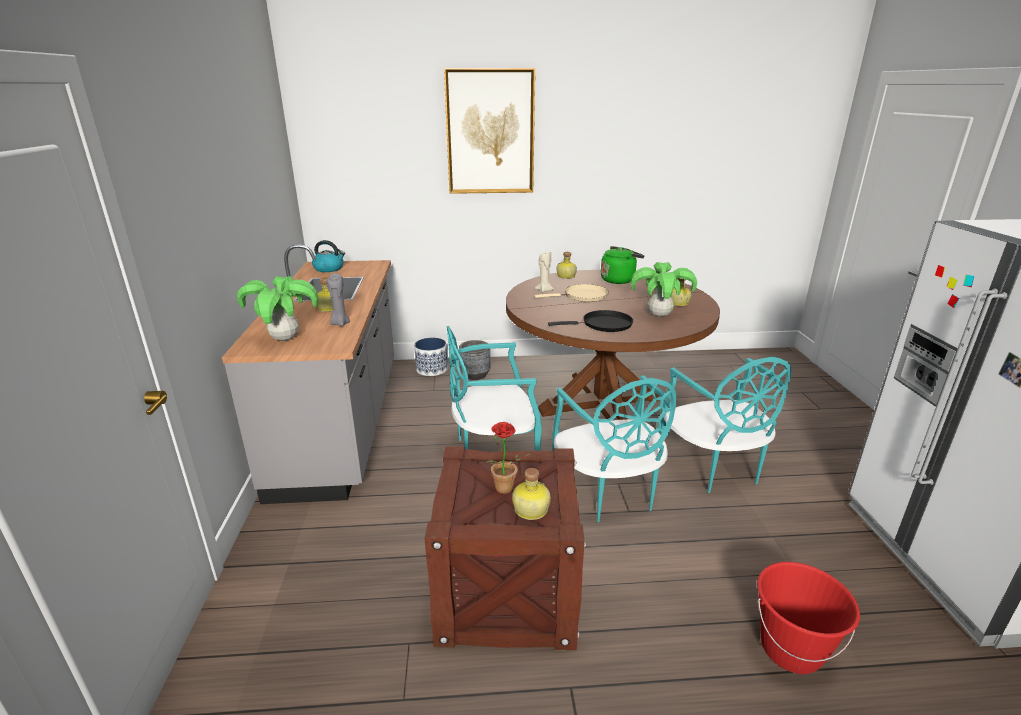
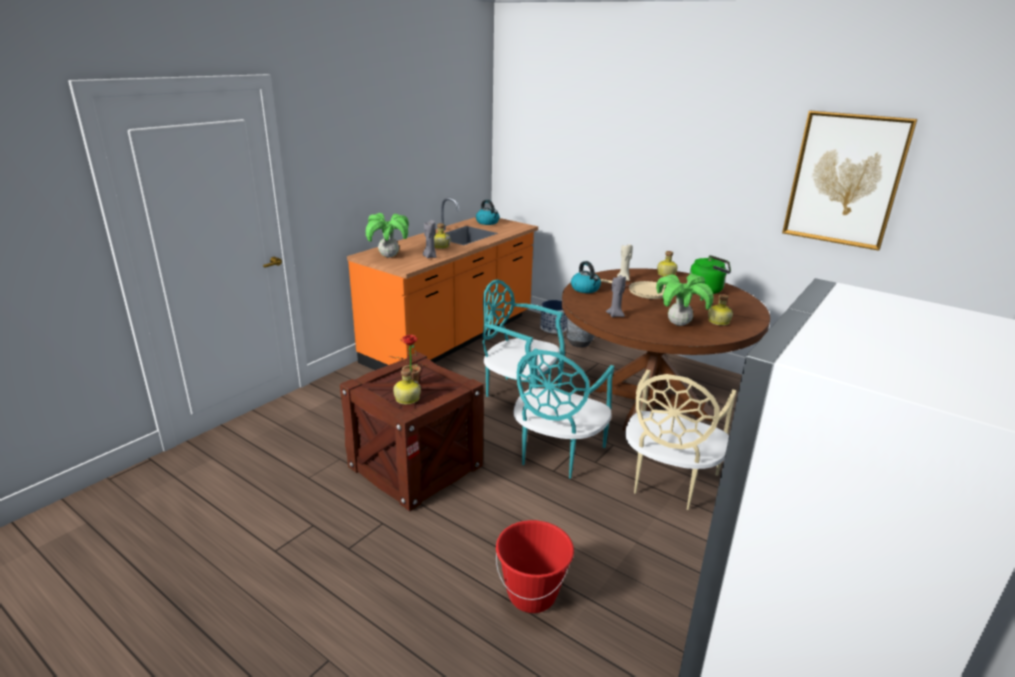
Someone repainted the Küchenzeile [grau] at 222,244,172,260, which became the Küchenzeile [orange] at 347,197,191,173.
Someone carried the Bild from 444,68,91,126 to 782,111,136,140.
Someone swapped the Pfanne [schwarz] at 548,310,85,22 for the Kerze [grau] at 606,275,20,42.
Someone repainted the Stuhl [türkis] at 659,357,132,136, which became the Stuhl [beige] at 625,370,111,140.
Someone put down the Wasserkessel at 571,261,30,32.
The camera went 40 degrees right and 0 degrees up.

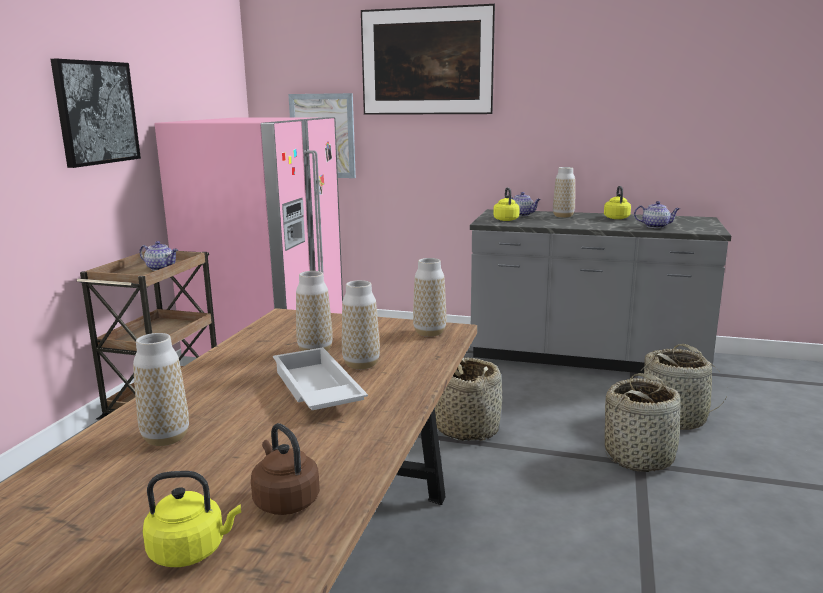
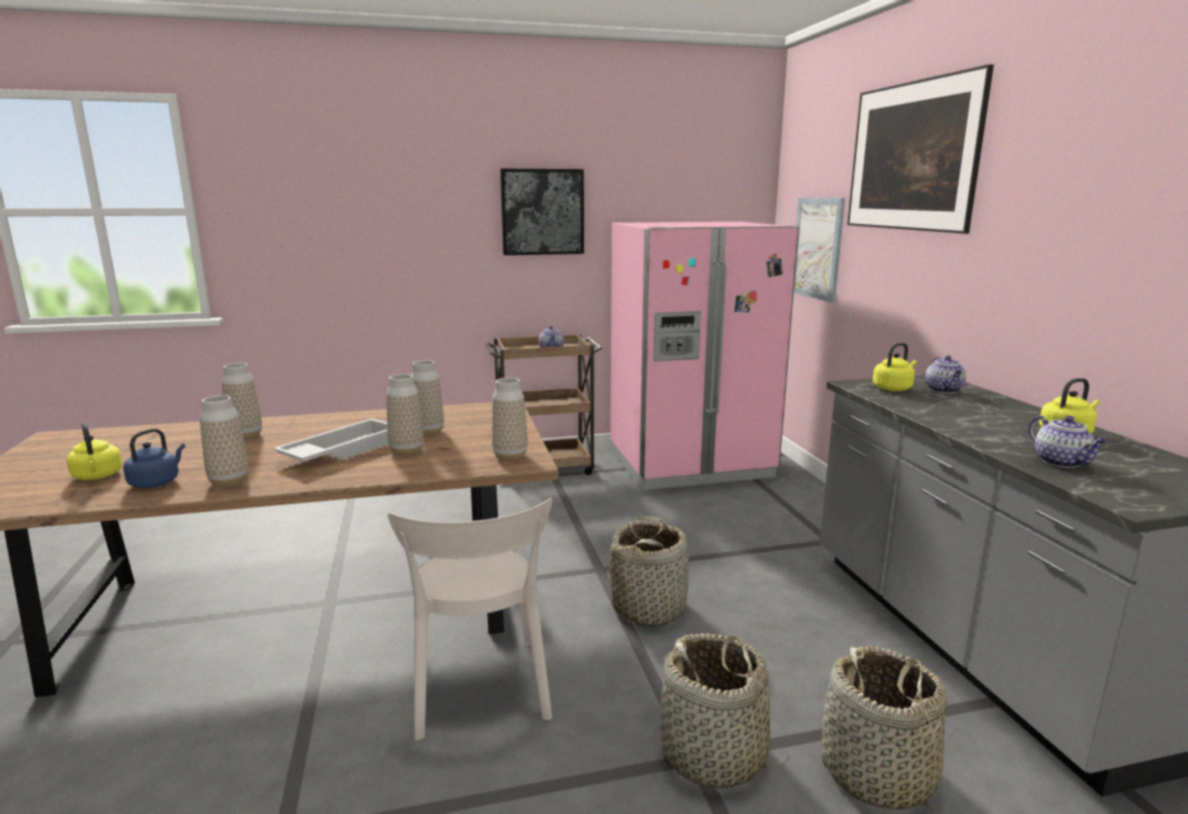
Someone repainted the Wasserkessel [braun] at 251,423,69,92, which became the Wasserkessel [blau] at 123,428,62,60.
Someone carried the Vase from 553,167,22,51 to 200,395,49,92.
Someone put down the Stuhl [beige] at 388,498,164,242.
The camera went 60 degrees right and 0 degrees up.

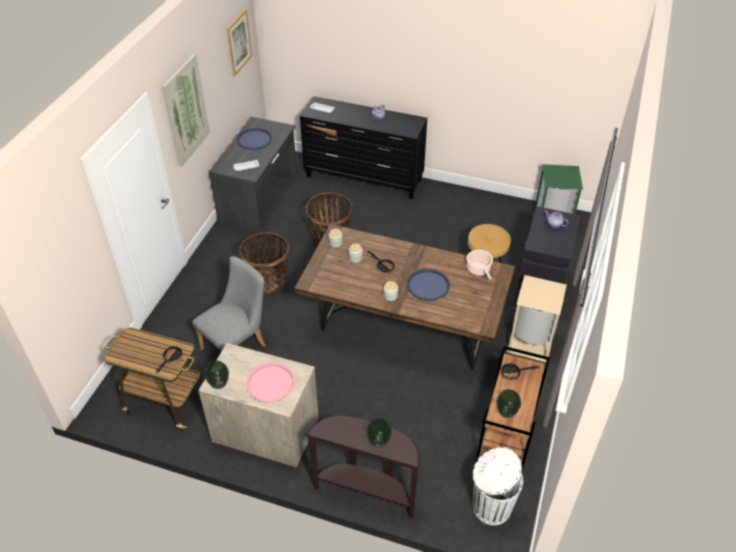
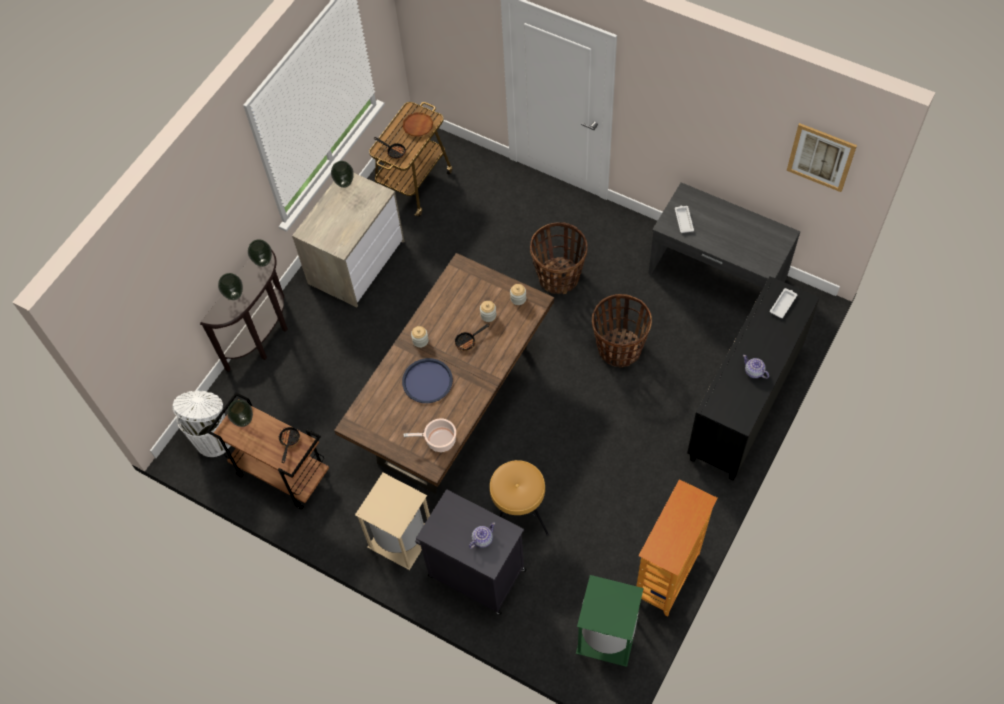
Someone took away the Bild at 162,54,48,112.
Someone took away the Stuhl [grau] at 192,256,73,96.
Someone took away the Tablett [blau] at 237,128,35,22.
Someone took away the Tablett [rosa] at 246,362,49,41.
Someone put down the Vase at 248,239,24,28.
Someone put down the Teller [braun] at 403,113,30,24.
Someone put down the Bücherregal at 636,479,82,138.
The camera went 105 degrees right and 15 degrees up.

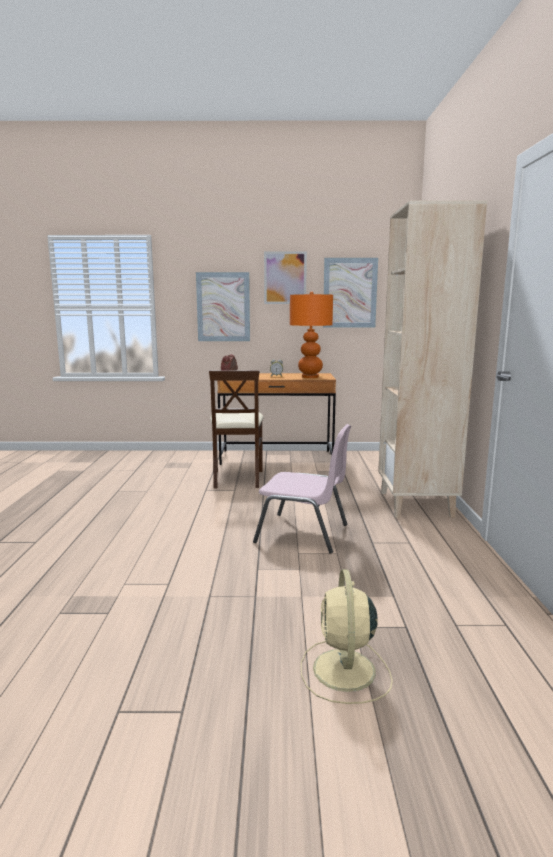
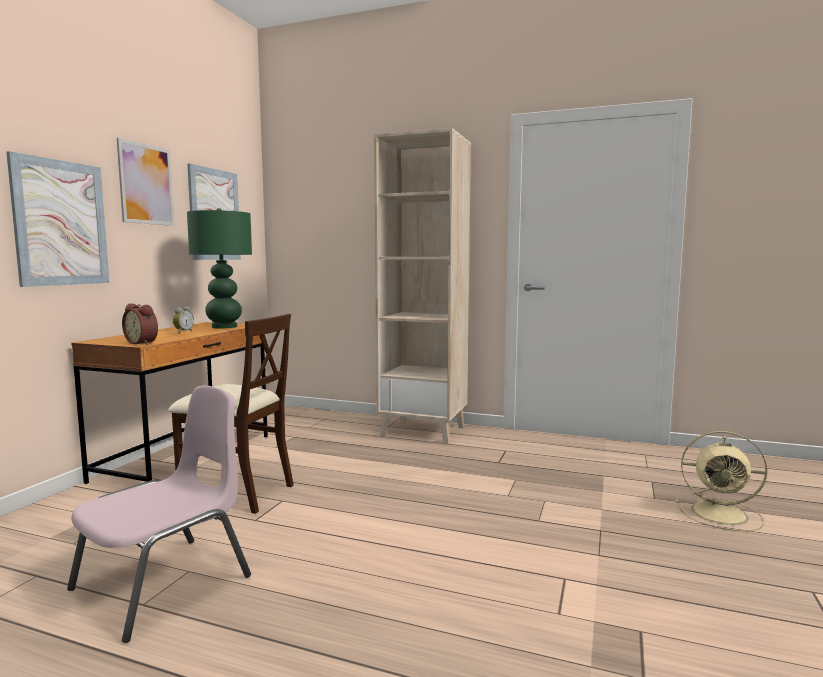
Someone carried the Stuhl [rosa] from 253,424,98,130 to 67,385,184,258.
Someone repainted the Tischlampe [orange] at 290,292,43,86, which became the Tischlampe [grün] at 187,208,65,121.
The camera went 70 degrees left and 5 degrees down.

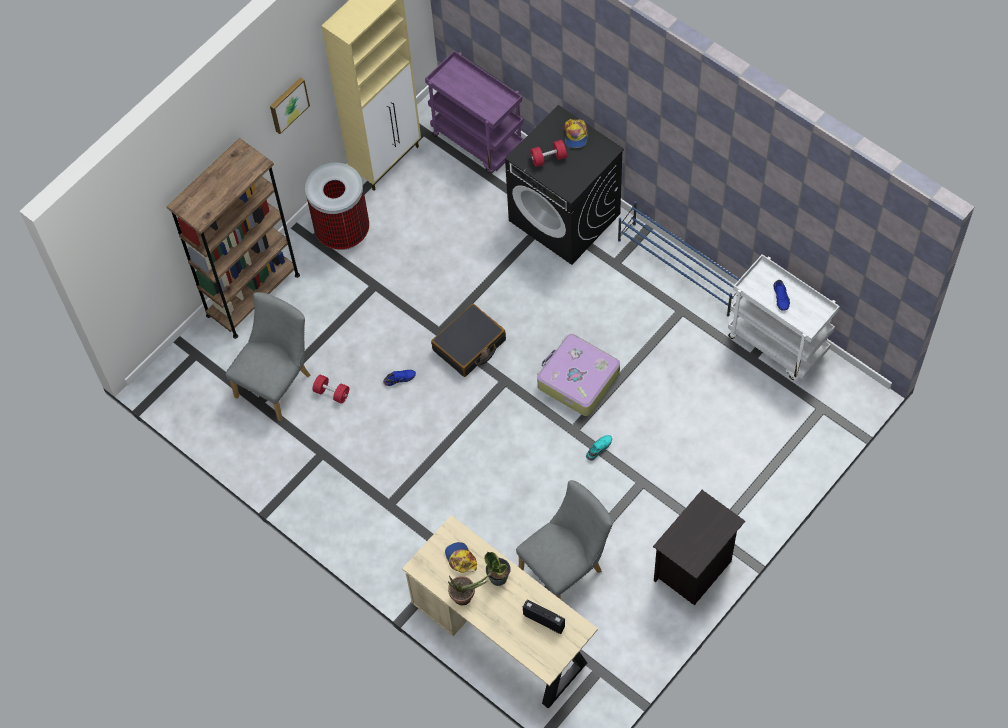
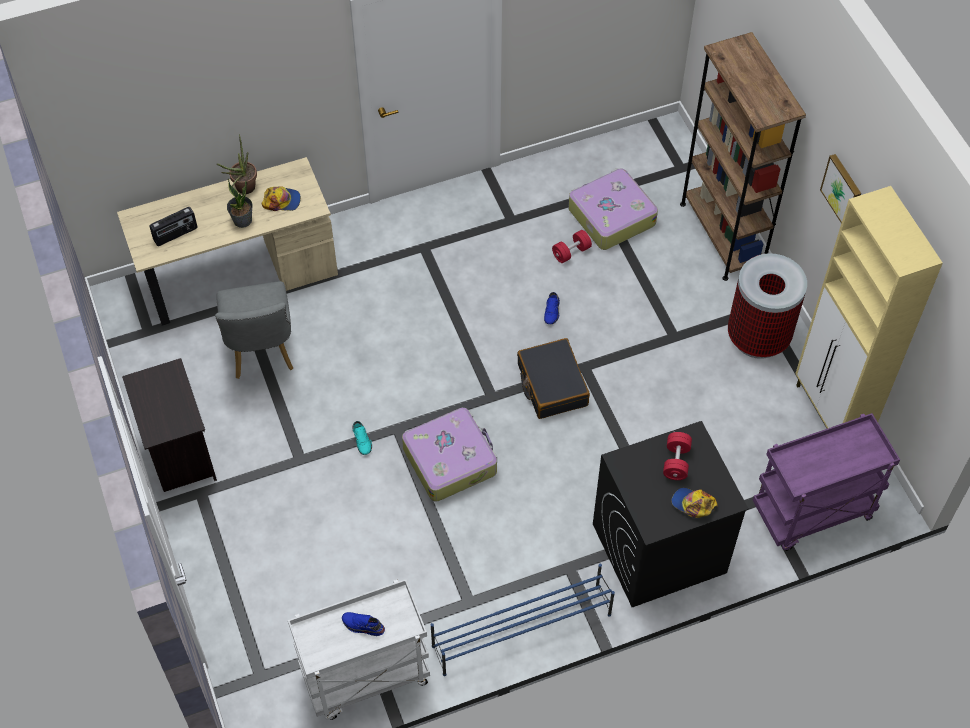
Someone swapped the Stuhl [grau] at 226,292,84,130 for the Koffer at 568,168,90,82.
The camera went 115 degrees right and 5 degrees down.

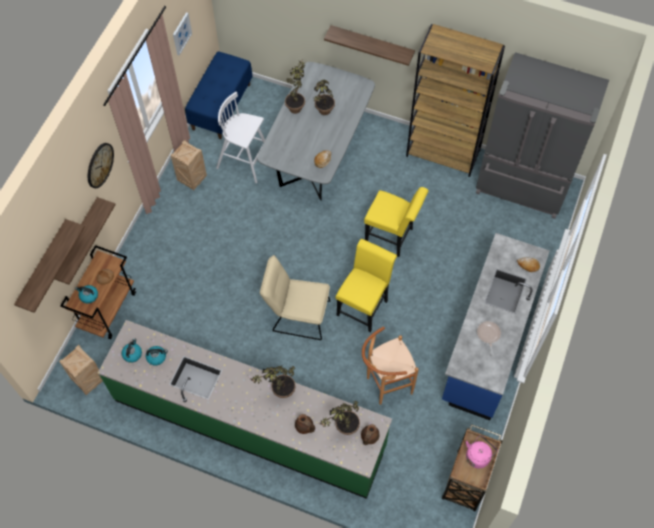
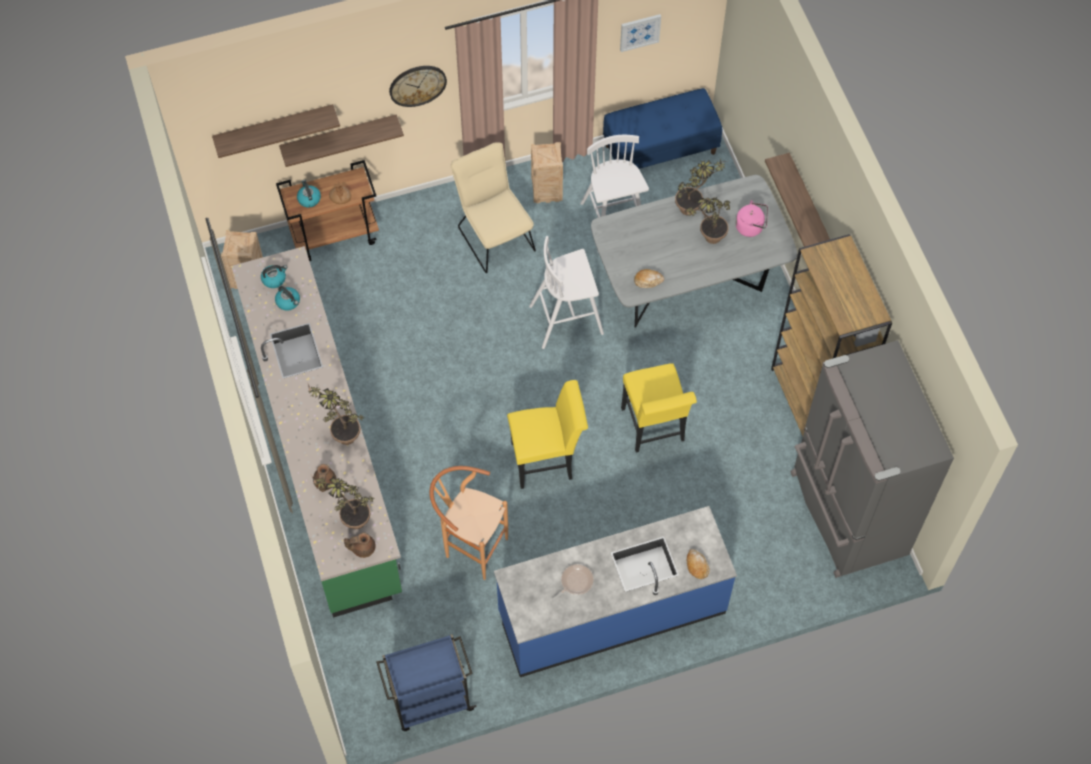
Someone carried the Stuhl [beige] from 260,255,70,85 to 451,142,85,131.
Someone repainted the Rollwagen [braun] at 442,424,61,87, which became the Rollwagen [blau] at 376,634,101,97.
Someone carried the Wasserkessel [rosa] from 466,435,32,33 to 736,200,32,37.
Someone put down the Hocker [weiß] at 529,236,75,113.
The camera went 50 degrees right and 0 degrees up.

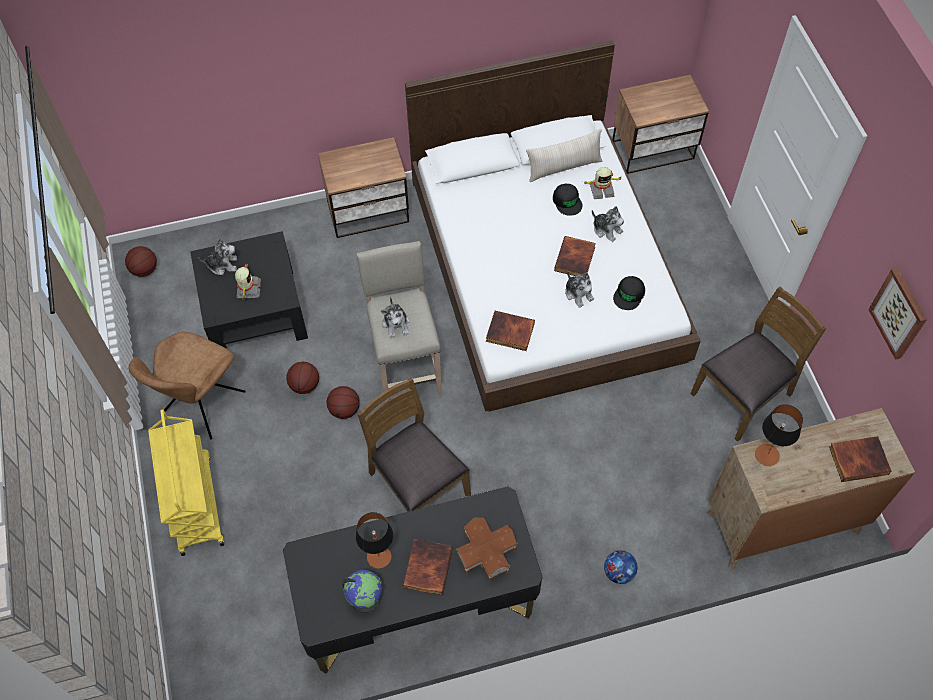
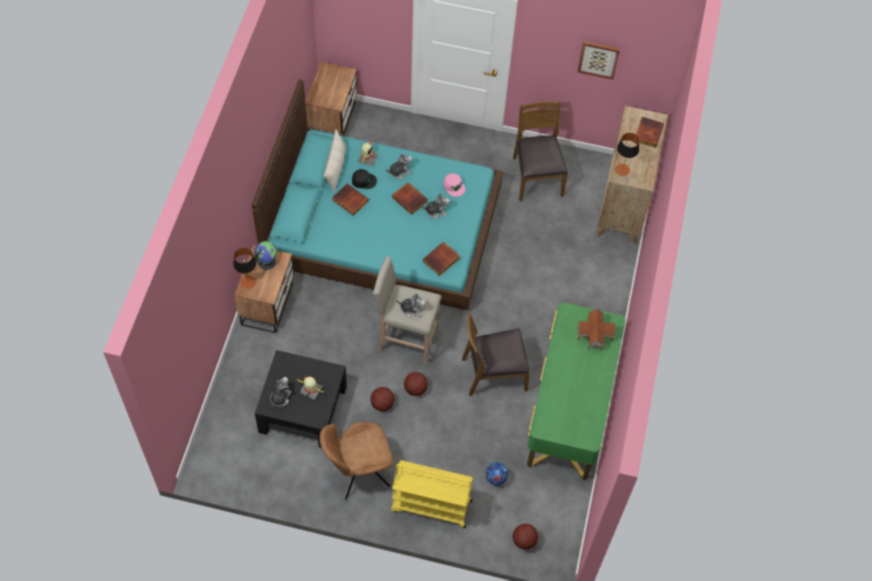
Someone carried the Basketball from 125,246,32,31 to 513,524,25,25.
Someone rotated the Stuhl [braun] at 128,332,118,107 by 105 degrees clockwise.
Someone repainted the Schreibtisch [schwarz] at 283,486,260,188, which became the Schreibtisch [grün] at 527,302,99,178.
Someone carried the Globus from 342,570,40,43 to 254,241,23,29.
Someone carried the Tischlampe from 356,512,37,57 to 233,248,23,41.
Someone carried the Buch from 403,539,50,56 to 332,184,37,32.
Someone repainted the Bett [weiß] at 405,40,296,372, which became the Bett [türkis] at 252,79,251,232.
Someone carried the Fußball from 604,550,34,34 to 486,463,23,23.
Someone repainted the Kappe [schwarz] at 613,276,32,34, which became the Kappe [rosa] at 443,173,22,24.
The camera went 65 degrees left and 0 degrees up.

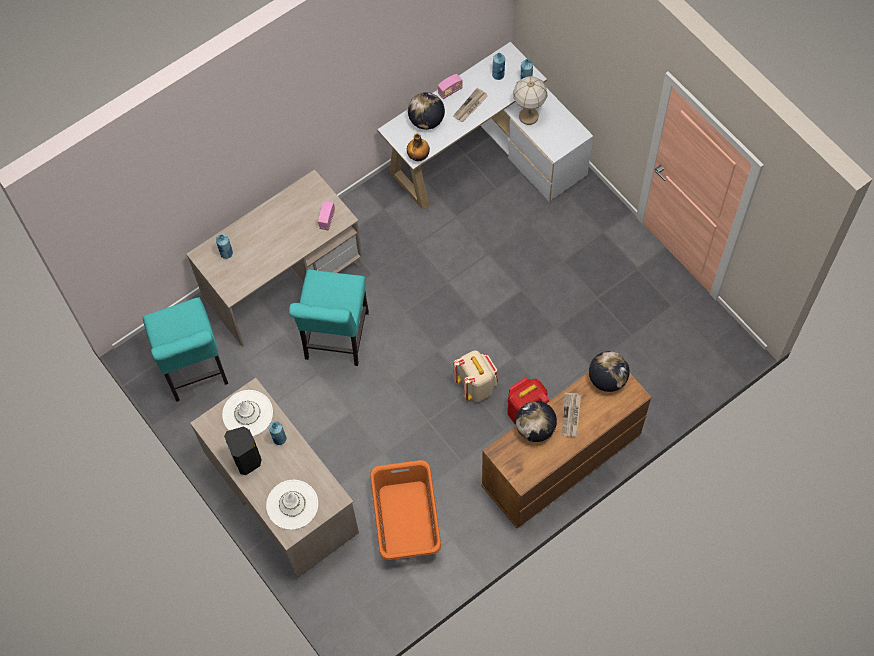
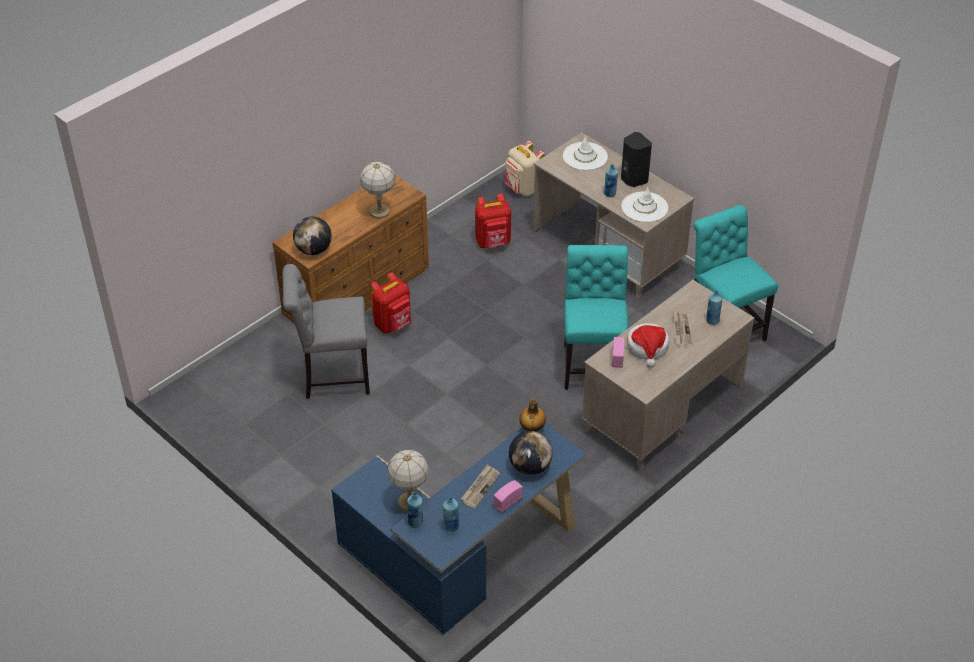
Someone swapped the Wäschekorb [orange] at 370,460,71,100 for the Rucksack [rot] at 475,194,36,54.
Someone repainted the Schreibtisch [weiß] at 377,42,216,168, which became the Schreibtisch [blau] at 331,424,256,211.
Someone carried the Rucksack [beige] from 453,351,45,51 to 505,141,40,56.
Someone swapped the Globus at 516,401,41,41 for the Tischlampe at 360,162,35,57.
Someone carried the Zeitung from 562,392,19,45 to 673,311,20,36.
Someone put down the Stuhl [grau] at 282,264,88,135.
Someone put down the Hut at 627,323,42,45.
The camera went 170 degrees right and 20 degrees down.

